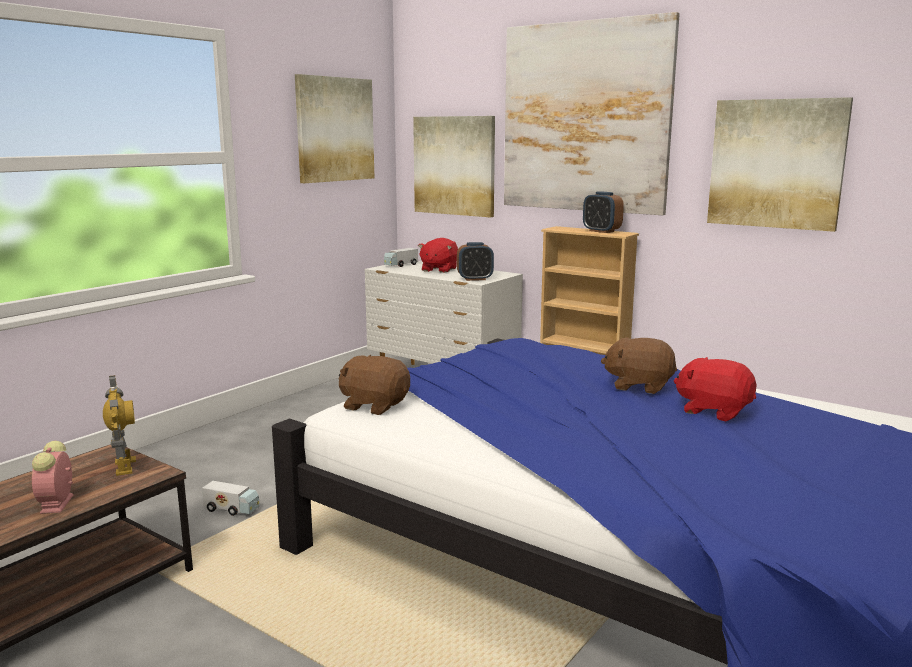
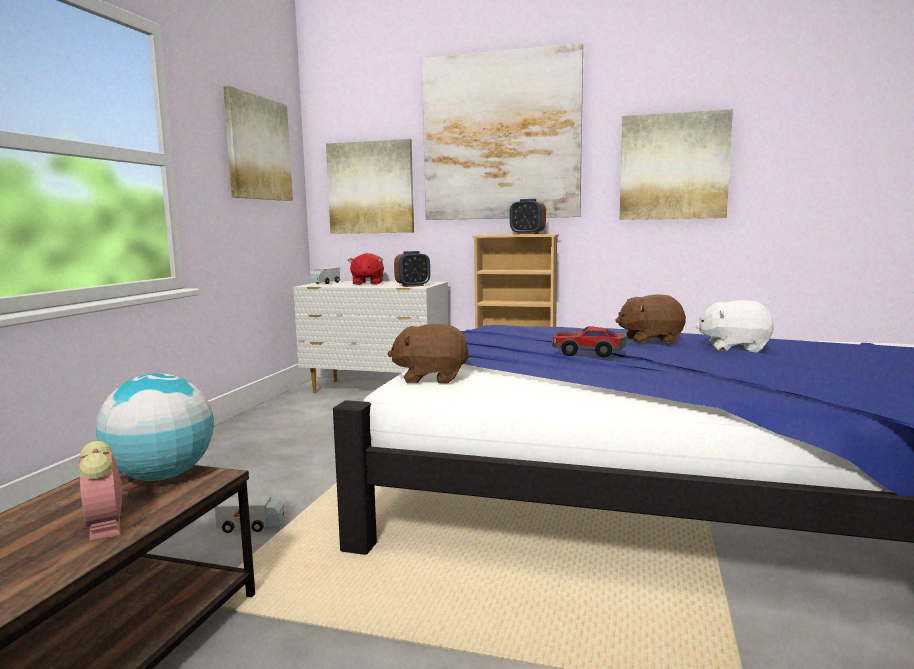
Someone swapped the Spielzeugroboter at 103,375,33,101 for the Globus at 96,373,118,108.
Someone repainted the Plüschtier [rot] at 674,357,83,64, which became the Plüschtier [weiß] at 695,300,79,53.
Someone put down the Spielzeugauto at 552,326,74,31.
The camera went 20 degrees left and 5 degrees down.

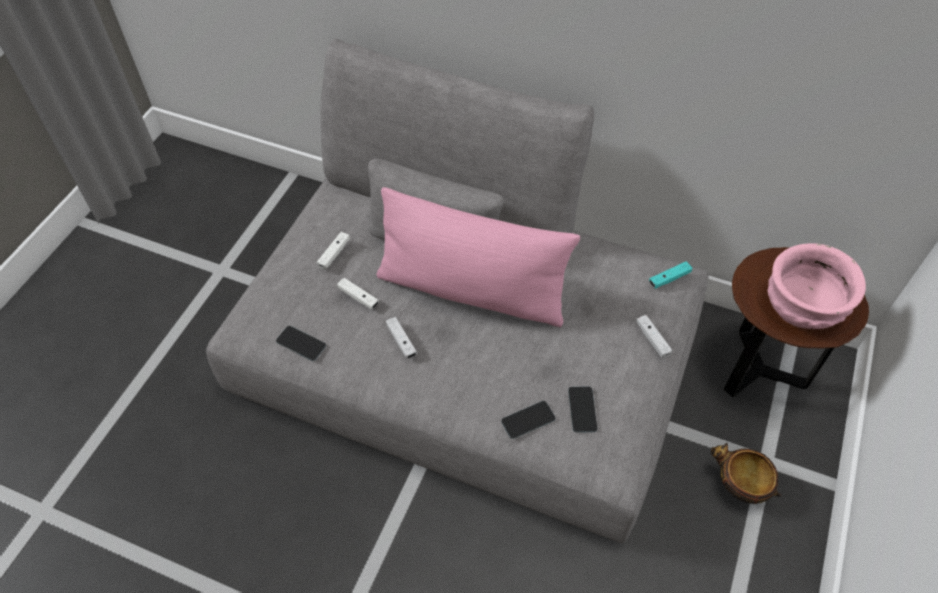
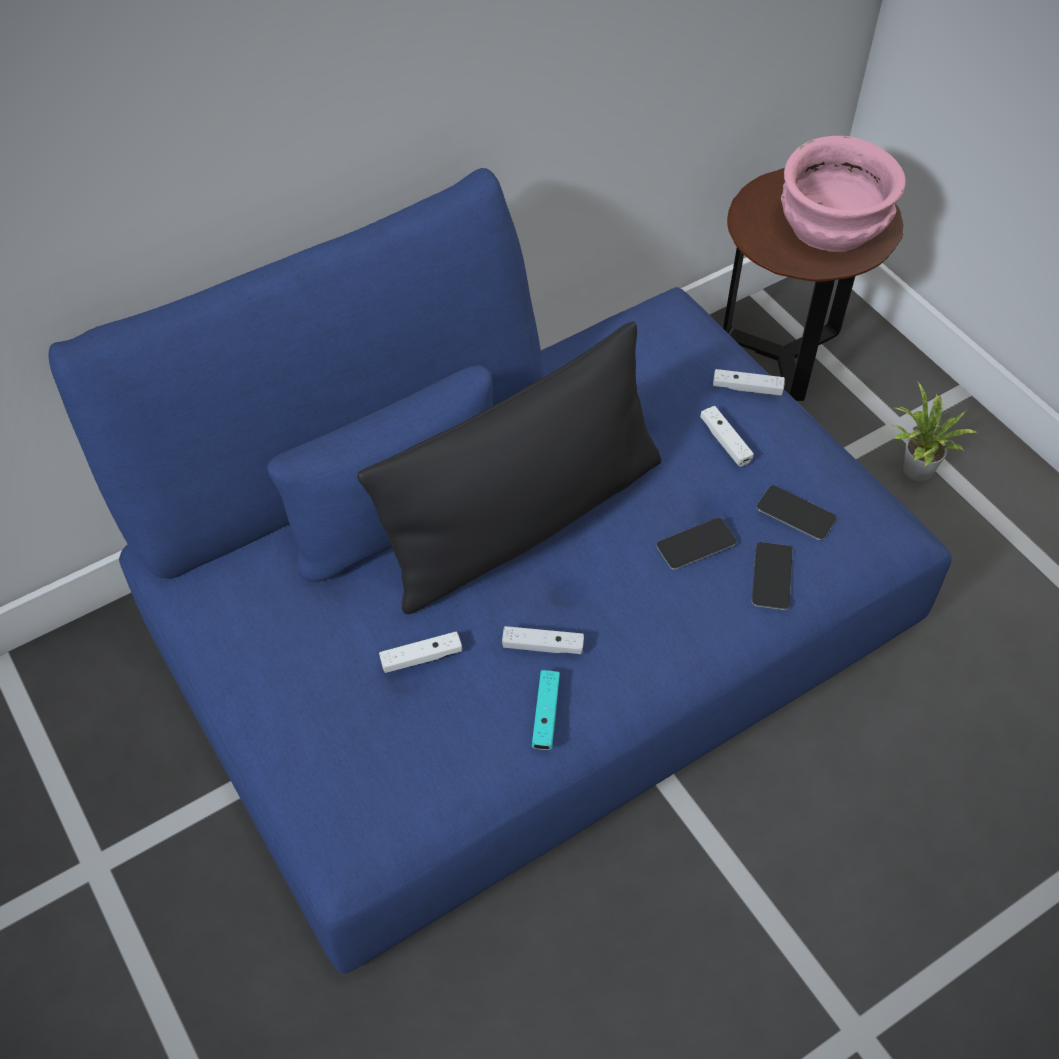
Someone repainted the Sofa [grau] at 206,39,503,504, which became the Sofa [blau] at 49,168,902,806.
Someone carried the Handy from 276,326,50,35 to 656,518,81,52.
Someone carried the Gamepad [weiß] from 317,232,33,38 to 700,406,54,61.
Someone repainted the Kissen [rosa] at 377,187,203,140, which became the Kissen [schwarz] at 357,322,304,292.
Someone carried the Gamepad [türkis] from 649,261,44,28 to 532,670,28,80.
Someone swapped the Schüssel at 711,443,71,61 for the Topfpflanze at 893,381,85,100.
The camera went 55 degrees left and 0 degrees up.

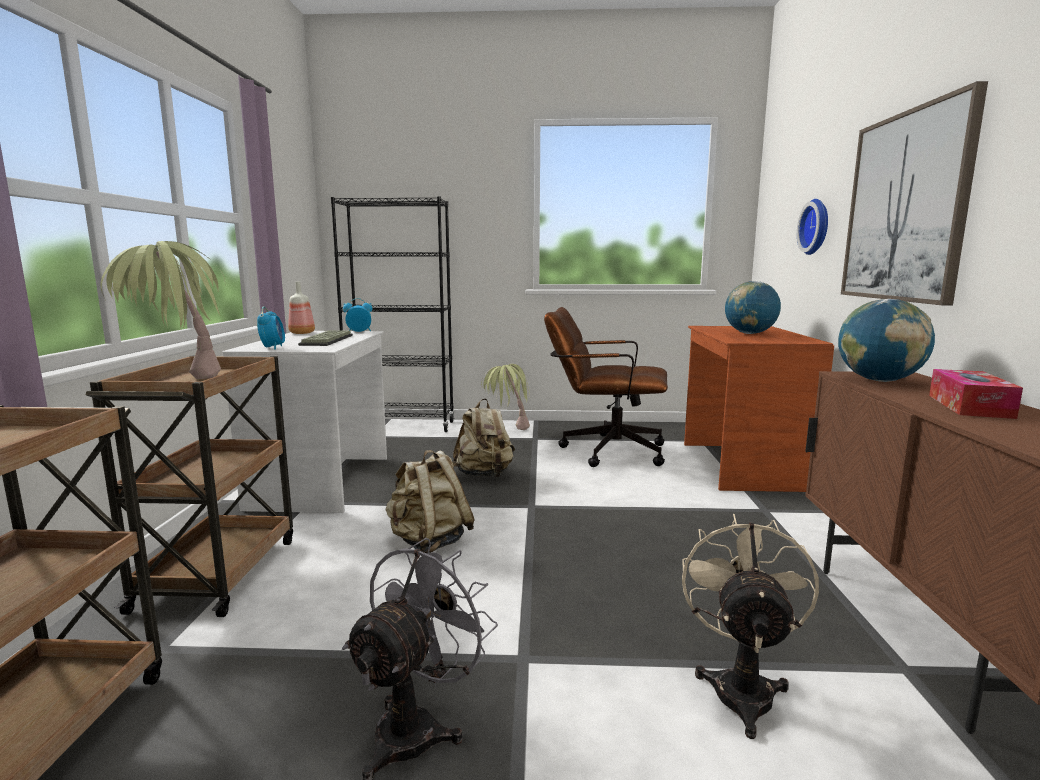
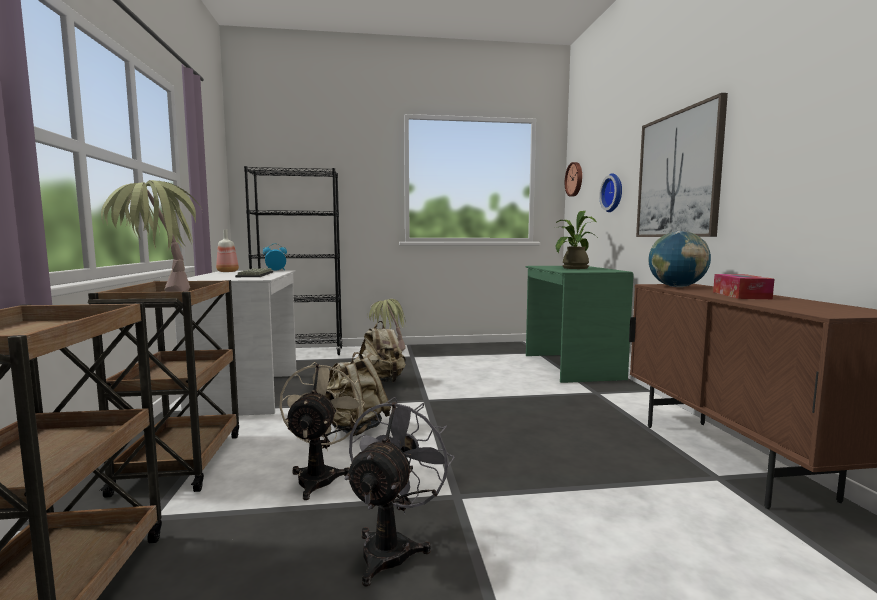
Someone took away the Wecker at 257,306,28,44.
Someone took away the Bürostuhl [braun] at 544,307,124,160.
Someone carried the Ventilator [beige] from 682,514,137,225 to 279,362,86,138.
Someone repainted the Schreibtisch [braun] at 684,326,150,166, which became the Schreibtisch [grün] at 525,266,109,117.
Someone swapped the Globus at 725,281,56,53 for the Topfpflanze at 556,211,41,58.
Someone put up the Wanduhr at 565,162,17,34.
The camera went 10 degrees left and 5 degrees down.

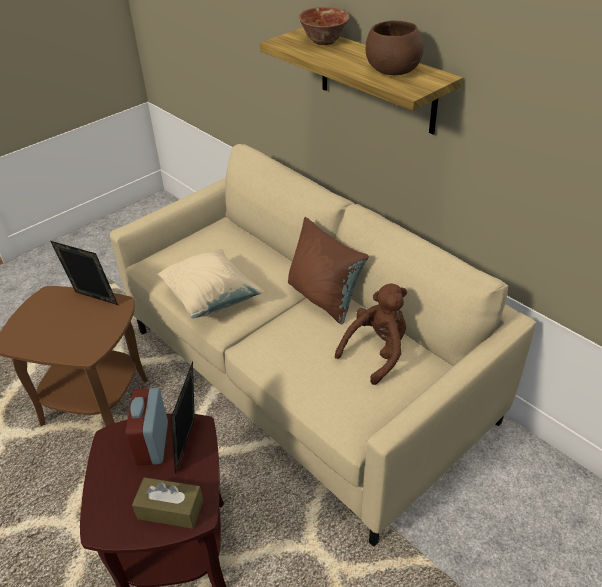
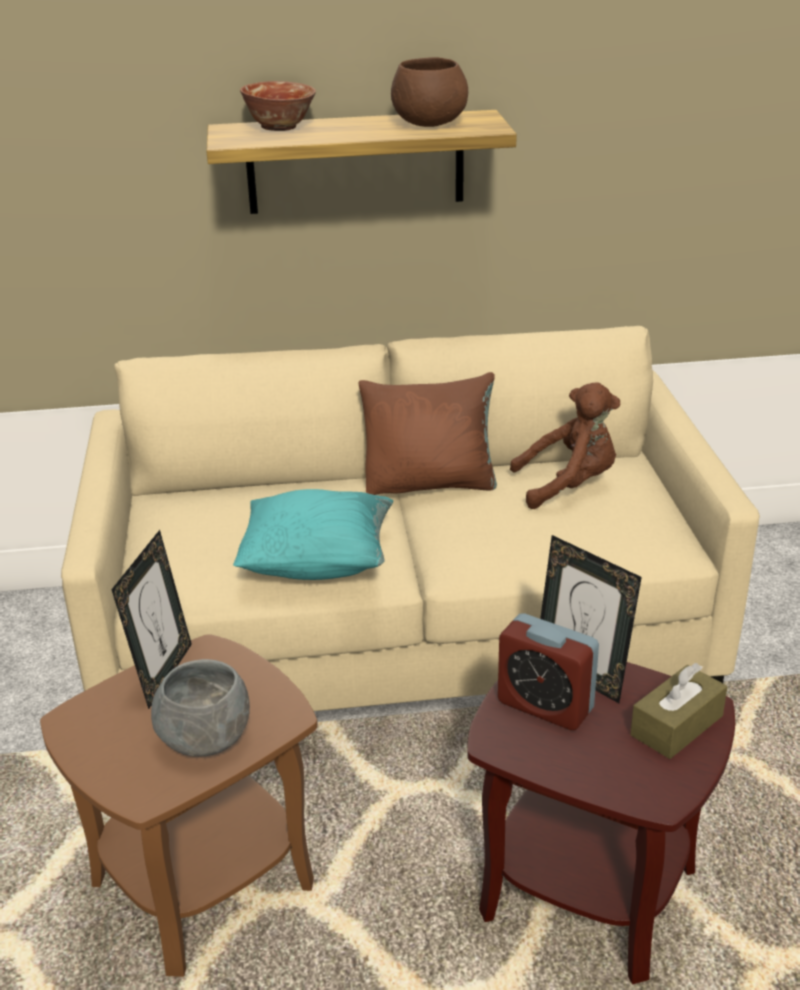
Someone rotated the Bilderrahmen at 50,241,68,64 by 135 degrees clockwise.
Someone repainted the Kissen [beige] at 157,249,107,69, which became the Kissen [türkis] at 233,489,160,91.
Someone rotated the Plüschtier [braun] at 335,283,72,102 by 90 degrees clockwise.
Someone put down the Schüssel [grau] at 151,659,99,98.
The camera went 55 degrees left and 10 degrees down.

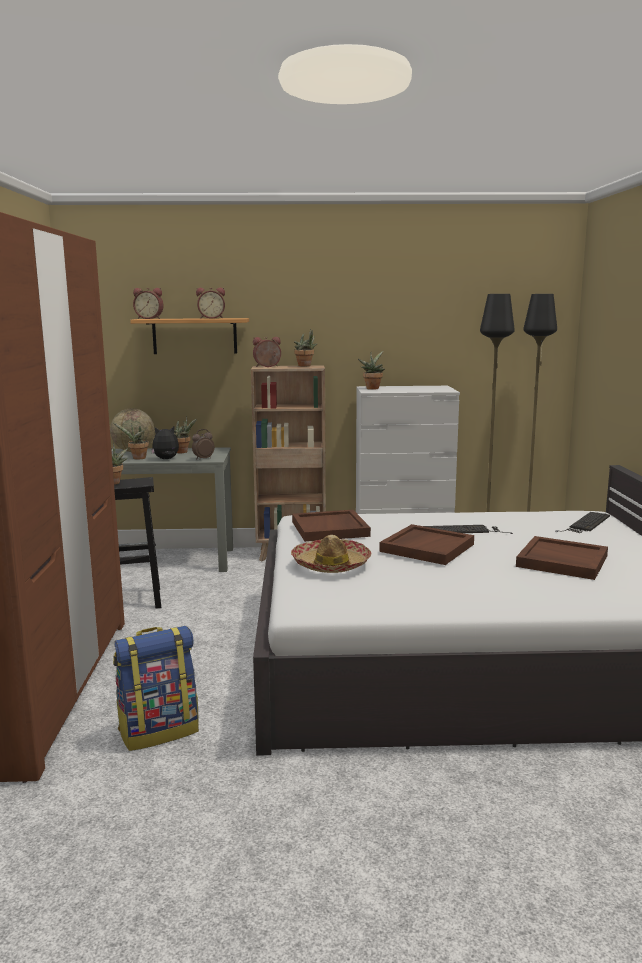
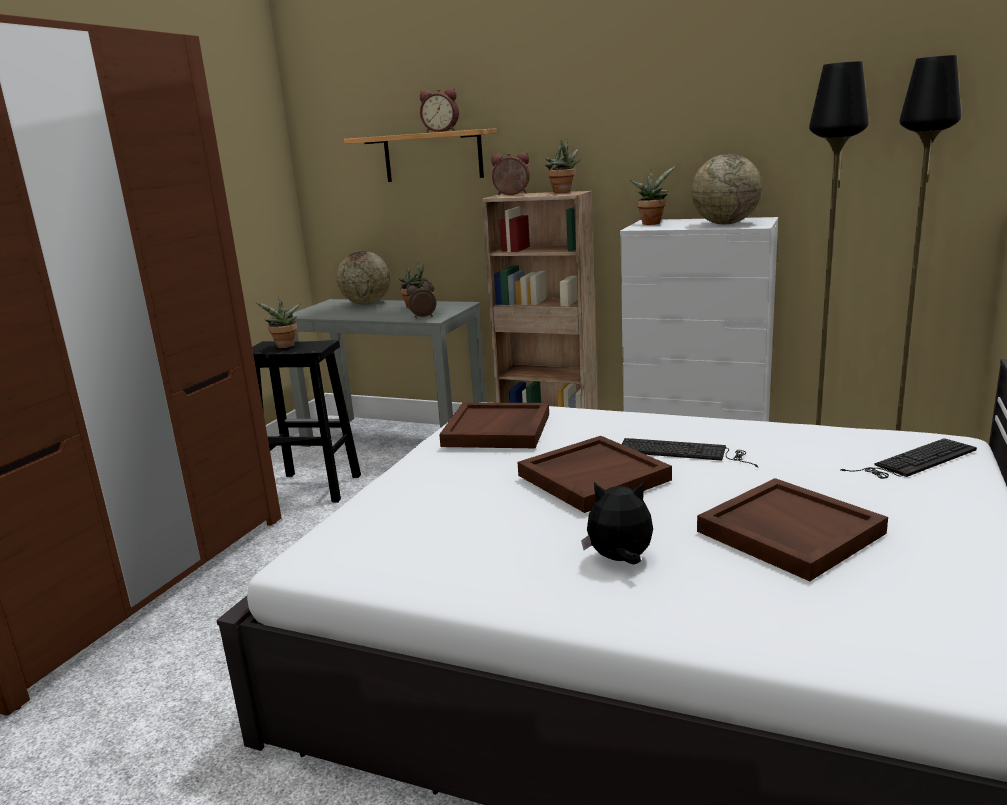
Someone took away the Topfpflanze at 113,422,36,38.
Someone took away the Rucksack at 113,626,86,125.
Someone took away the Wecker at 133,288,31,31.
Someone carried the Plüschtier from 151,426,28,33 to 581,482,72,82.
Someone took away the Hut at 291,535,80,38.
Someone put down the Globus at 691,154,71,70.
The camera went 25 degrees right and 5 degrees up.

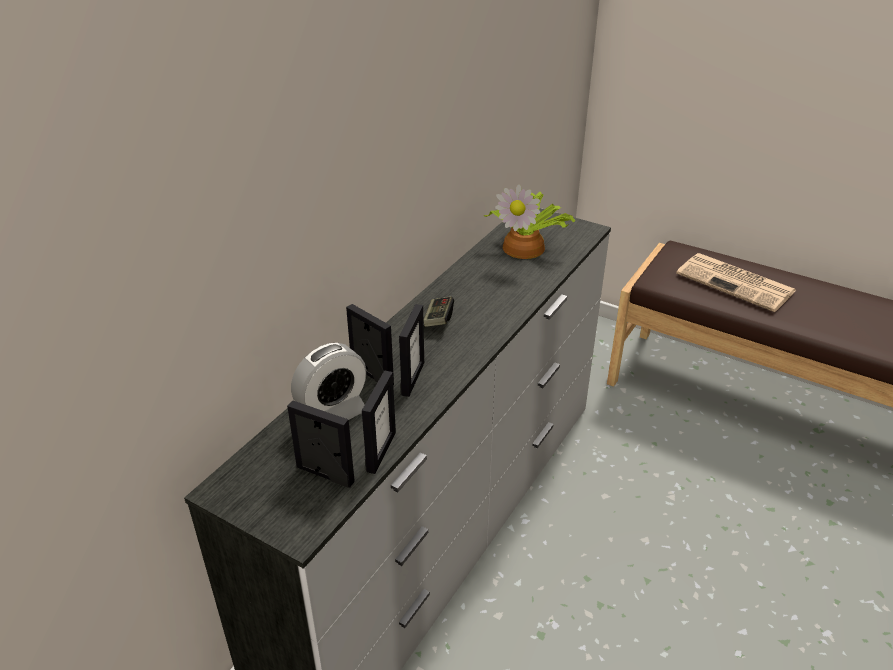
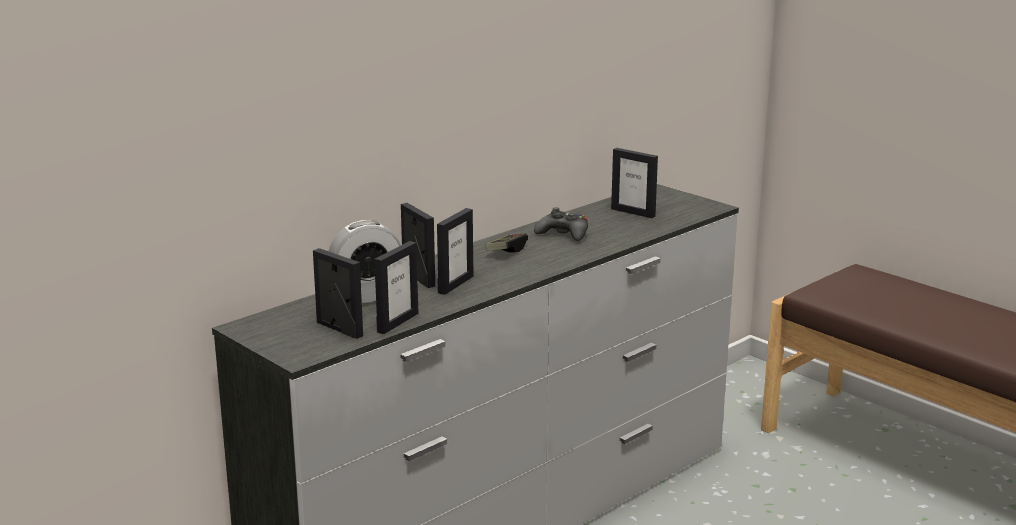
Someone swapped the Topfpflanze at 484,184,91,75 for the Bilderrahmen at 611,148,47,70.
Someone took away the Zeitung at 676,253,120,59.
Someone put down the Gamepad [schwarz] at 534,207,54,34.
The camera went 15 degrees right and 15 degrees down.

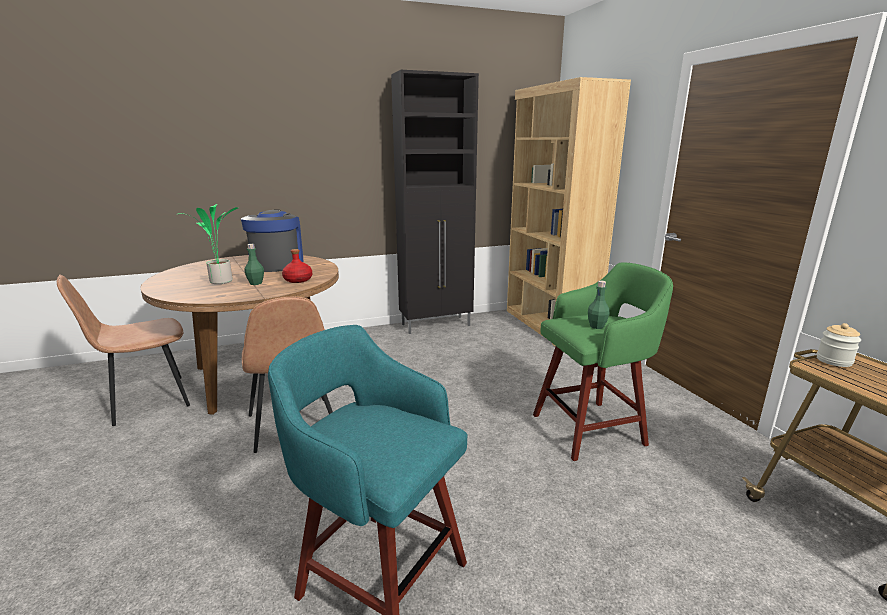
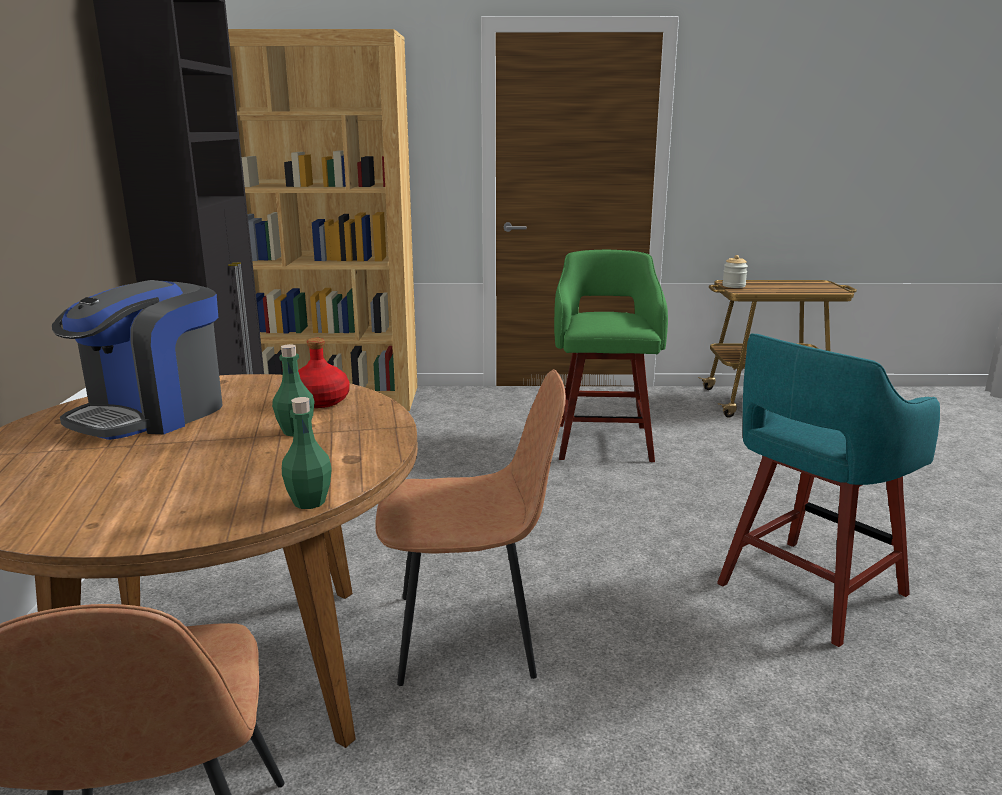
Someone took away the Topfpflanze at 178,204,60,80.
Someone rotated the Kaffeemaschine at 241,210,63,62 by 75 degrees counterclockwise.
Someone carried the Flasche [grün] from 588,281,21,48 to 282,397,50,112.
The camera went 70 degrees left and 0 degrees up.

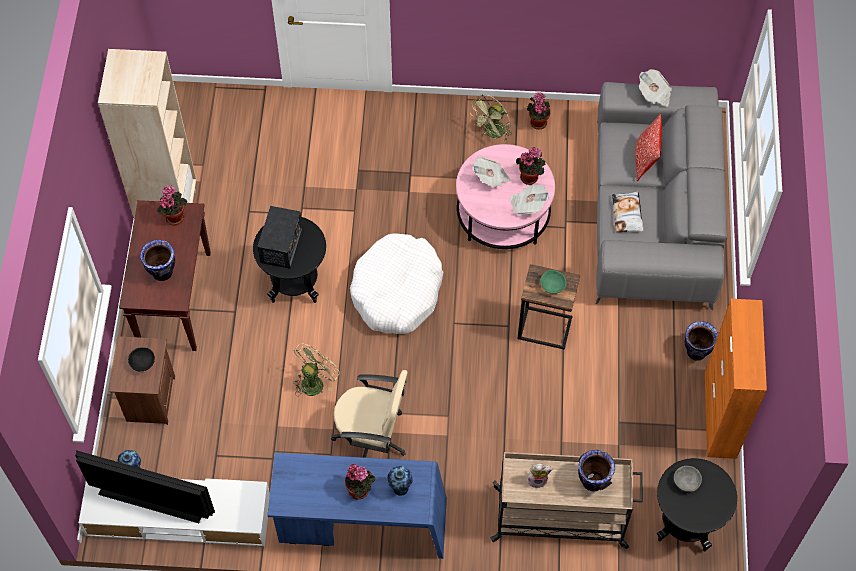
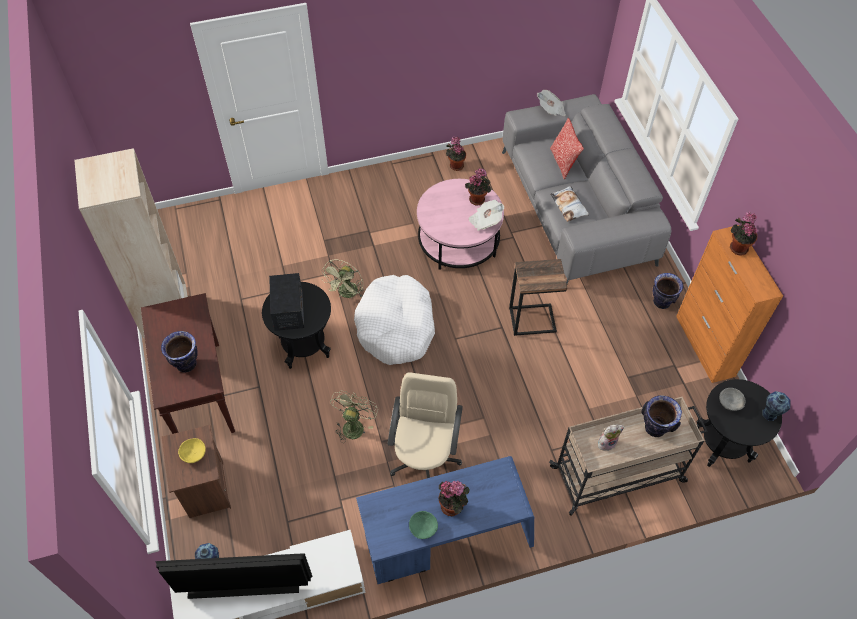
Someone repainted the Schüssel [schwarz] at 128,347,27,24, which became the Schüssel [gelb] at 178,438,28,25.
Someone carried the Topfpflanze from 157,185,30,40 to 730,212,27,43.
Someone rotated the Bürostuhl [beige] at 331,370,77,88 by 75 degrees counterclockwise.
Someone carried the Vase from 387,466,26,30 to 762,391,29,30.
Someone carried the Ventilator [grün] from 470,94,42,47 to 322,259,42,40.
Someone took away the Zeitung at 472,157,38,31.
Someone carried the Schüssel [grün] from 540,270,26,24 to 409,511,29,28.
The camera went 20 degrees left and 5 degrees down.

